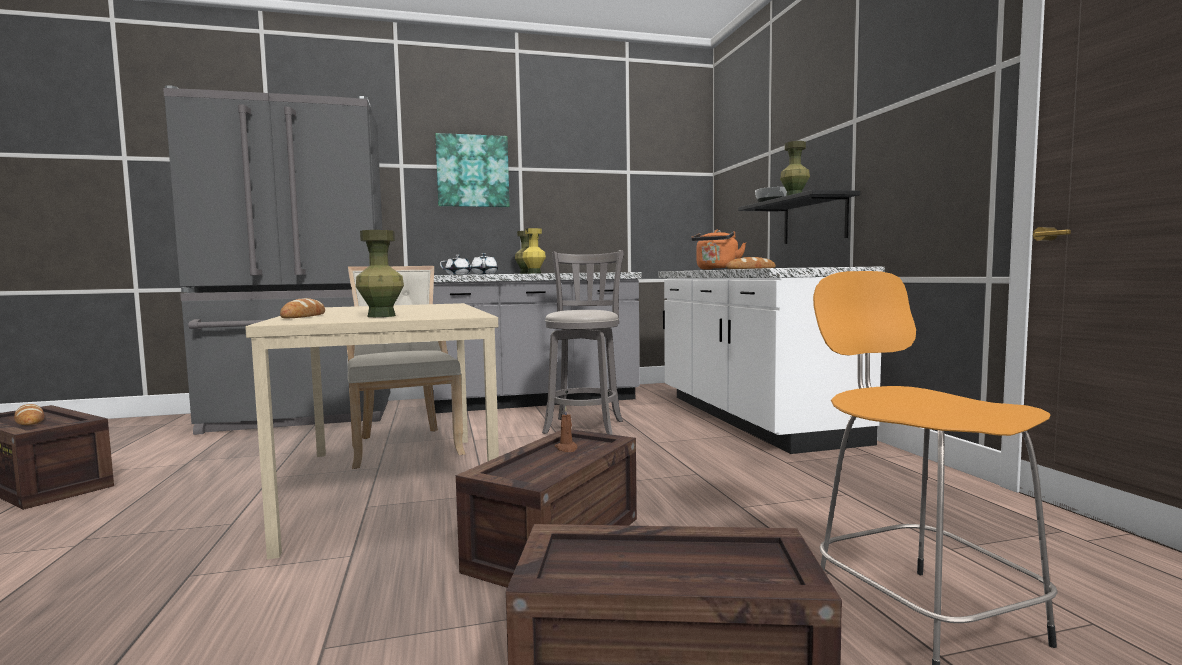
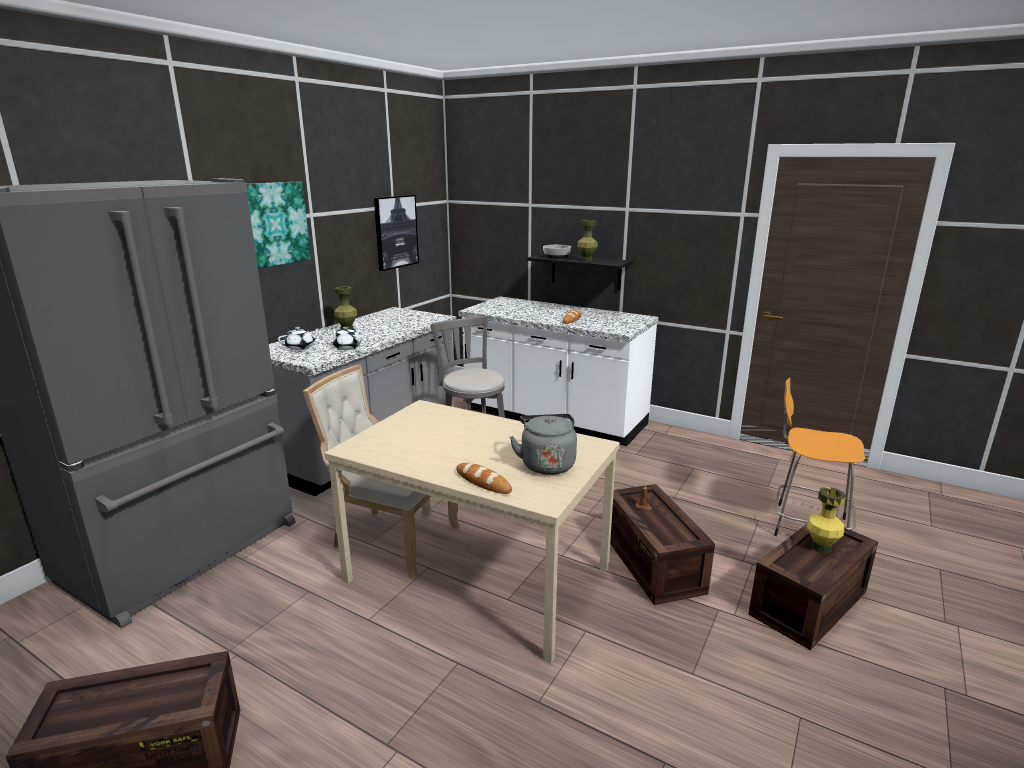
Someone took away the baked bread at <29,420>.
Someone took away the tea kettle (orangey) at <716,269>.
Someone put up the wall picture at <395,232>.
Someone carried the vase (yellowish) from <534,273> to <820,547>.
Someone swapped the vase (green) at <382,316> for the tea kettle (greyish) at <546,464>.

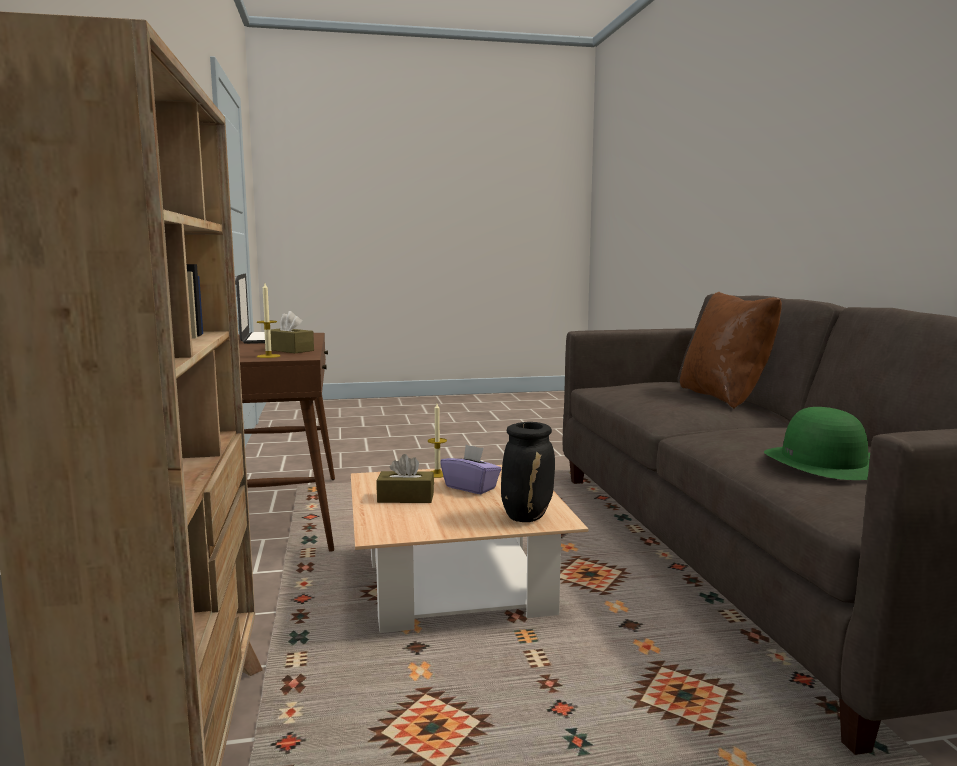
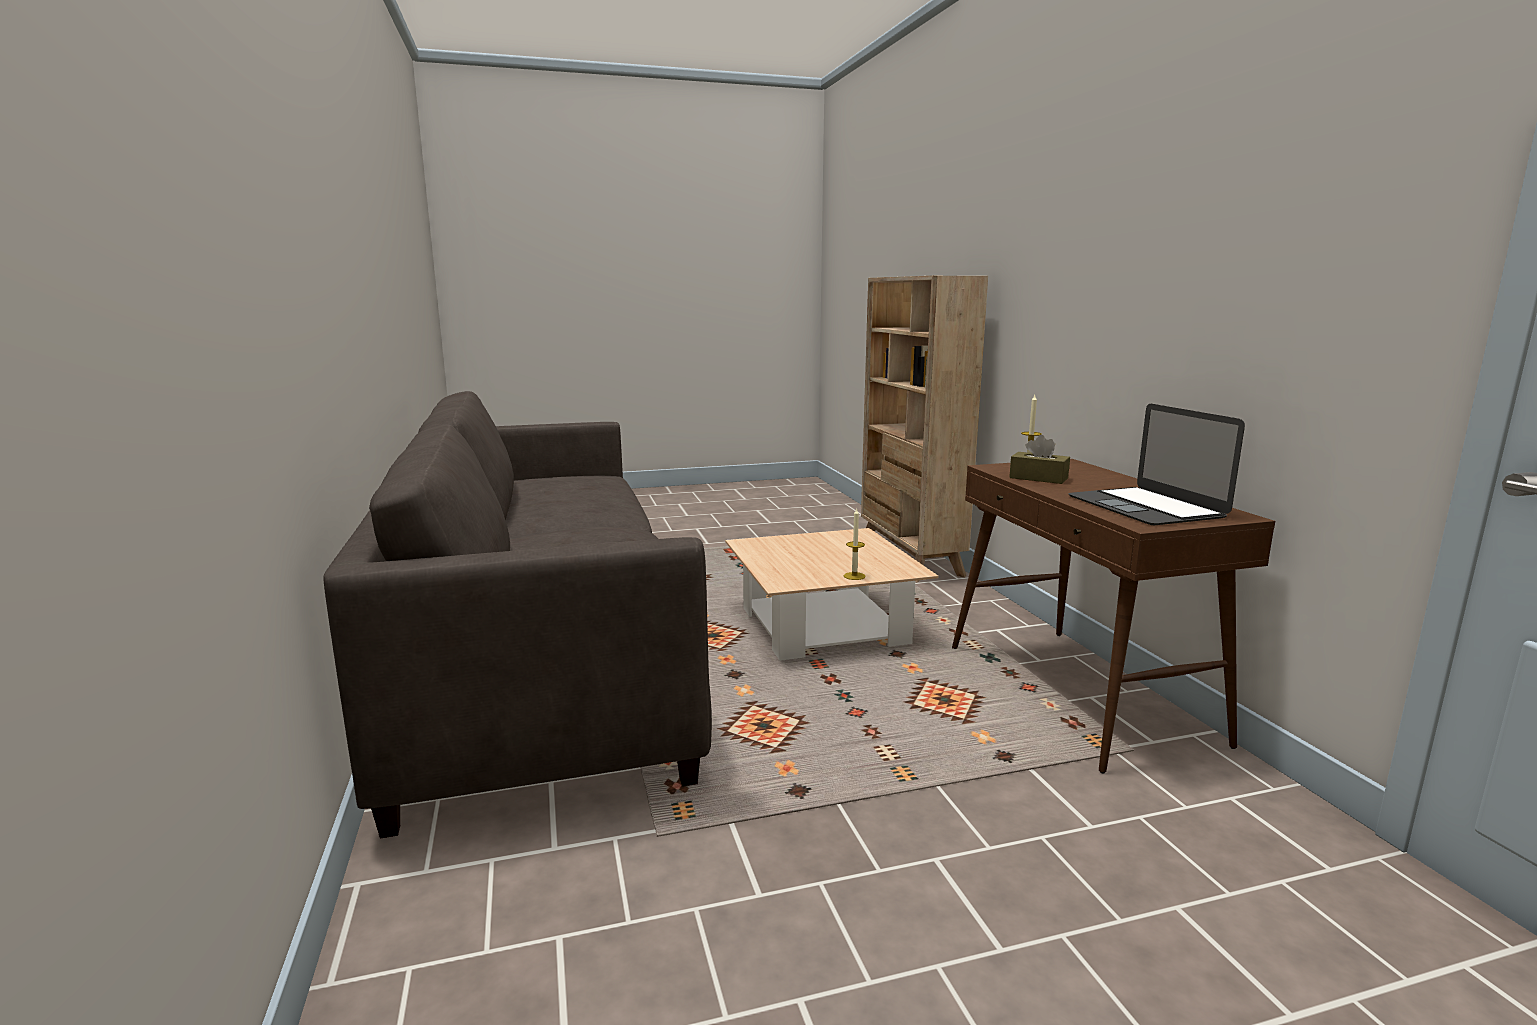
Someone took away the tissue box (brownish) at <405,498>.
Someone took away the tissue box (purple) at <471,487>.
Someone took away the vase (black-coloured) at <526,516>.
Someone took away the cushion (brownish) at <724,397>.
Someone took away the hat (green) at <823,462>.

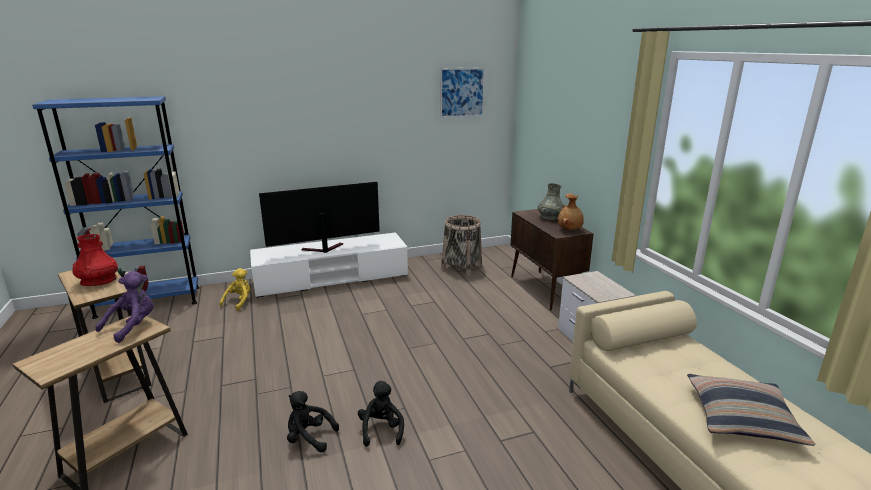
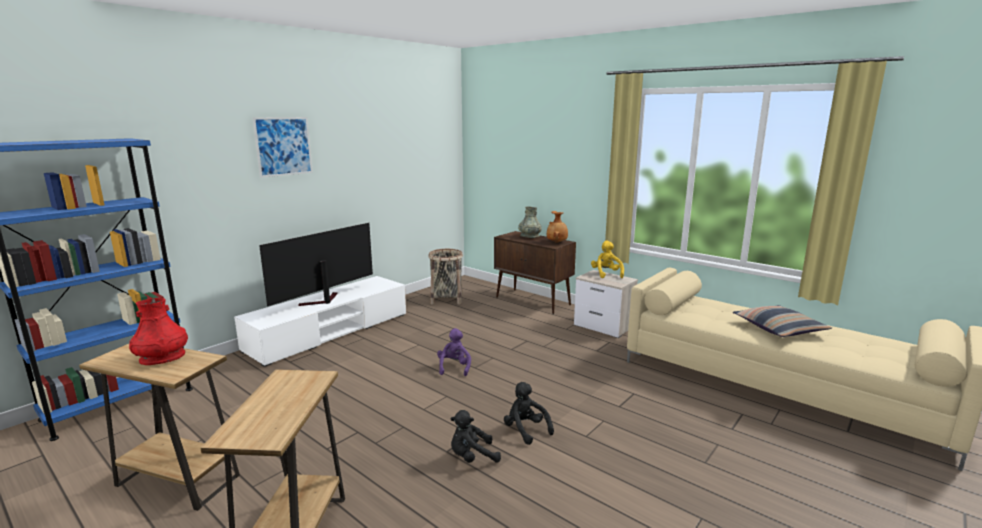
Someone carried the cuddly toy (purple) from <133,326> to <454,367>.
Someone carried the cuddly toy (yellowish) from <239,302> to <606,274>.
Someone carried the wall picture from <462,92> to <283,146>.

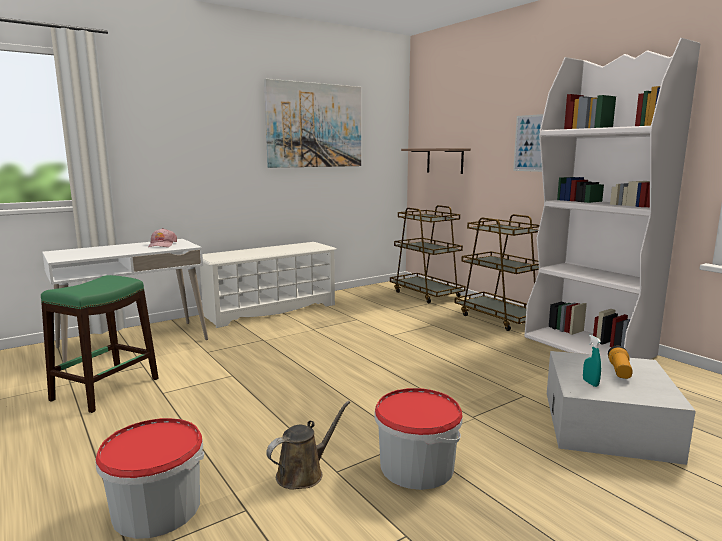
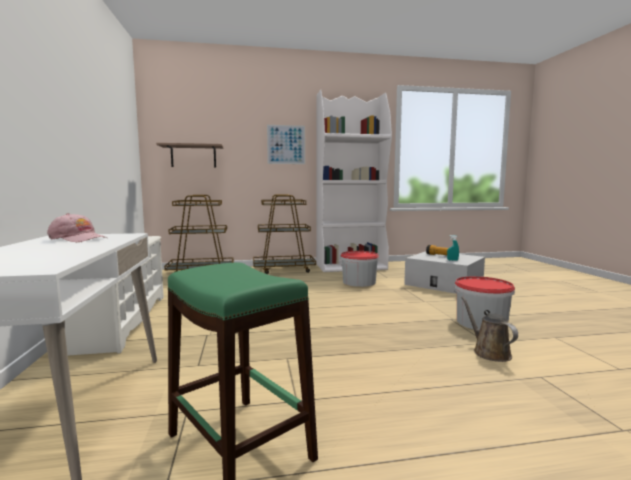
Someone took away the wall picture at <315,125>.
Someone carried the bucket from <157,508> to <359,282>.

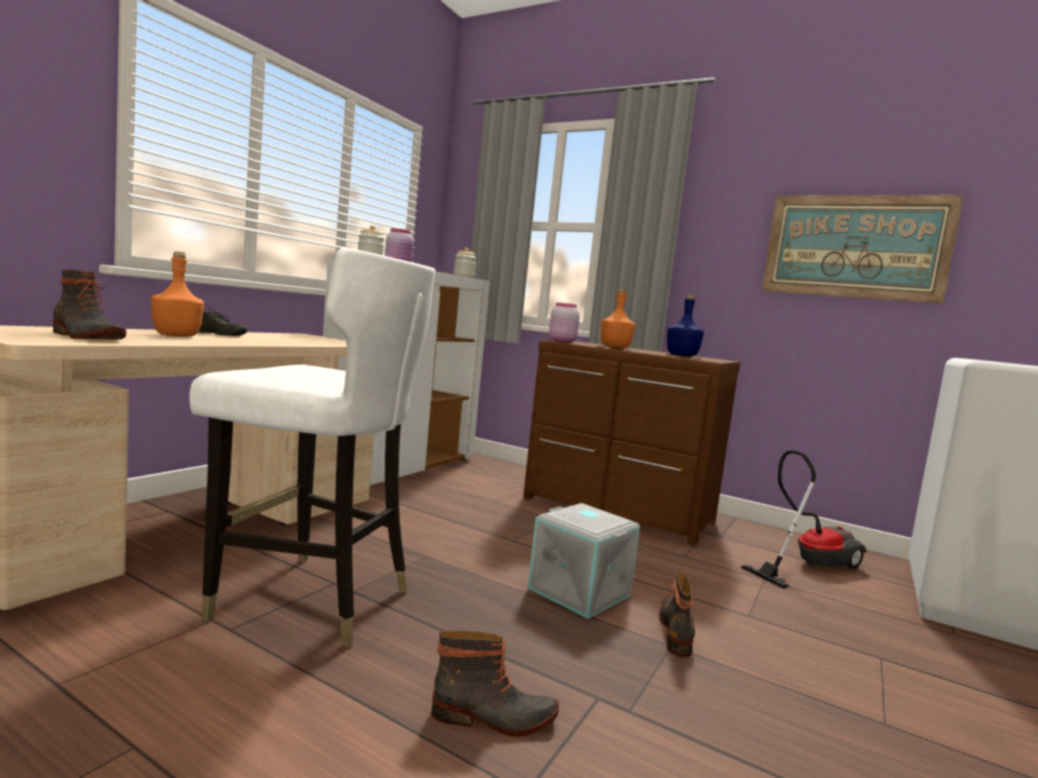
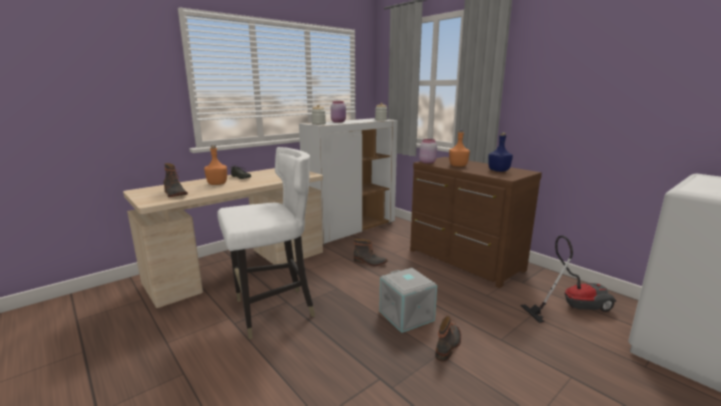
Someone took away the wall picture at <855,247>.
Someone carried the boot from <494,718> to <370,262>.
Someone rotated the chair (whitish) at <312,600> by 60 degrees counterclockwise.

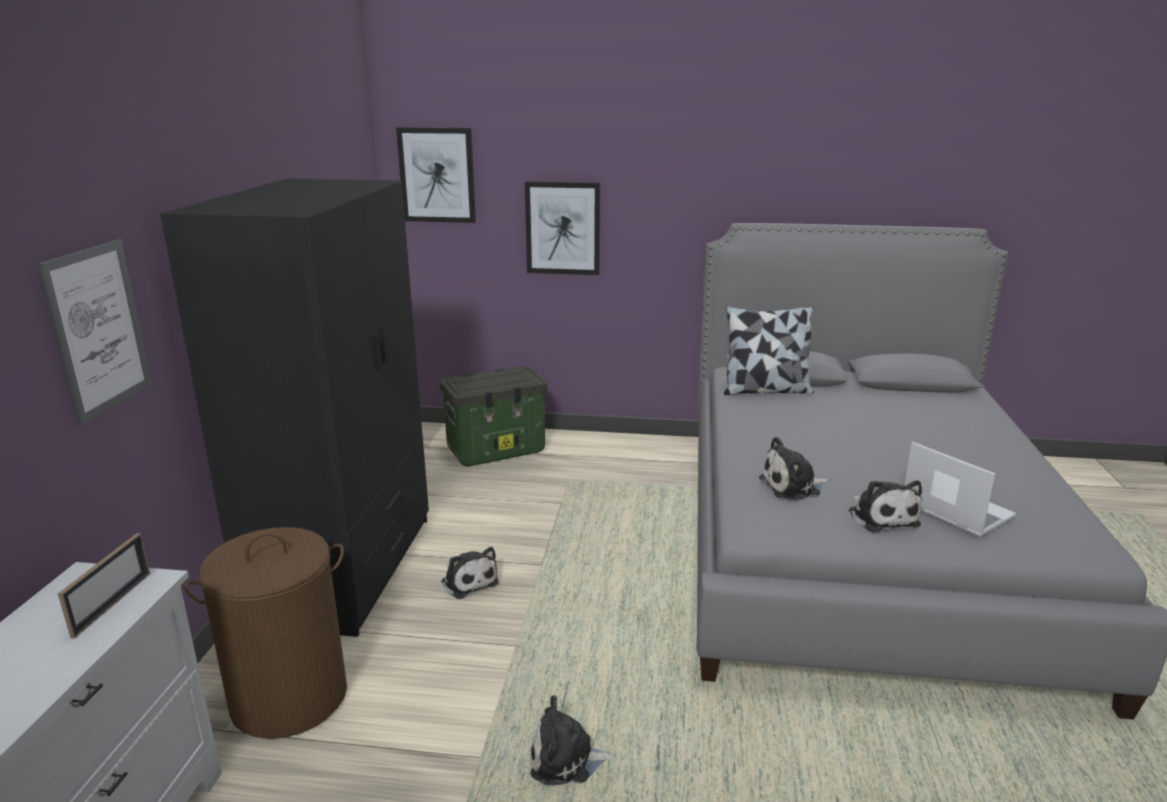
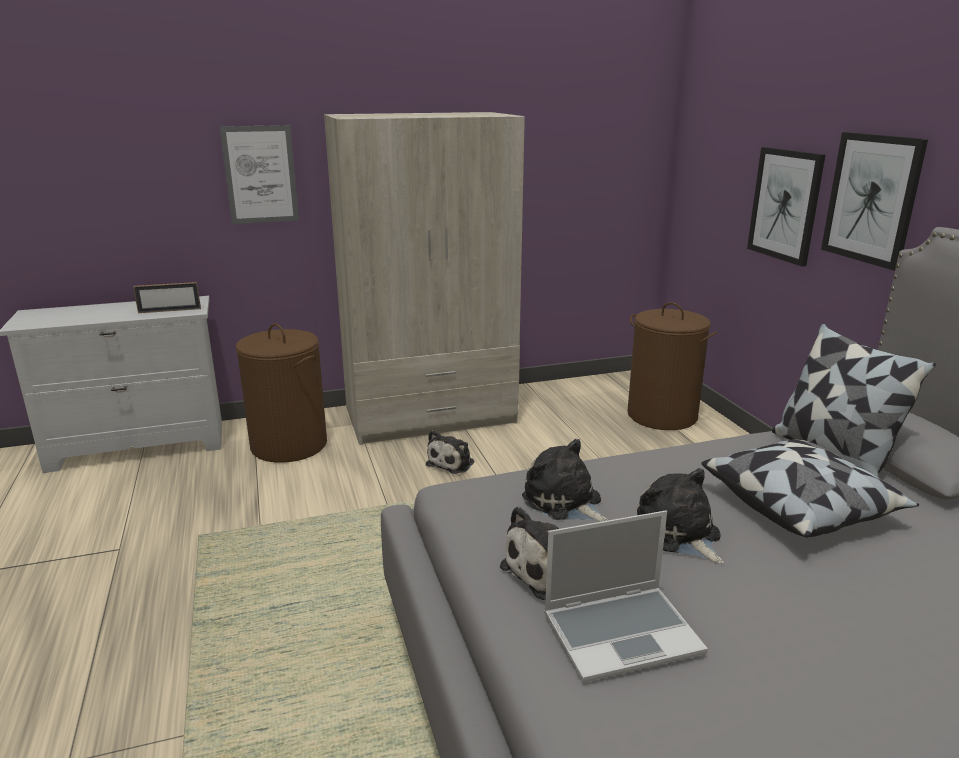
Someone put down the cushion at <800,507>.
Someone carried the wall picture from <437,175> to <872,199>.
Someone carried the cuddly toy from <567,759> to <679,534>.
Someone swapped the storage container at <497,450> for the hamper (brownish) at <662,415>.
Someone repainted the armoire (black-coloured) at <346,568>, which became the armoire (beige-coloured) at <431,416>.
Someone rotated the portable computer at <954,511> by 45 degrees clockwise.

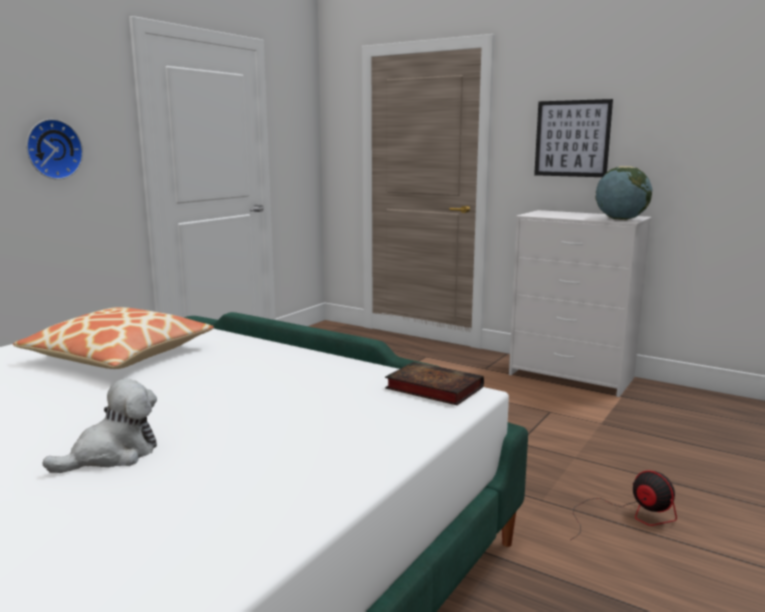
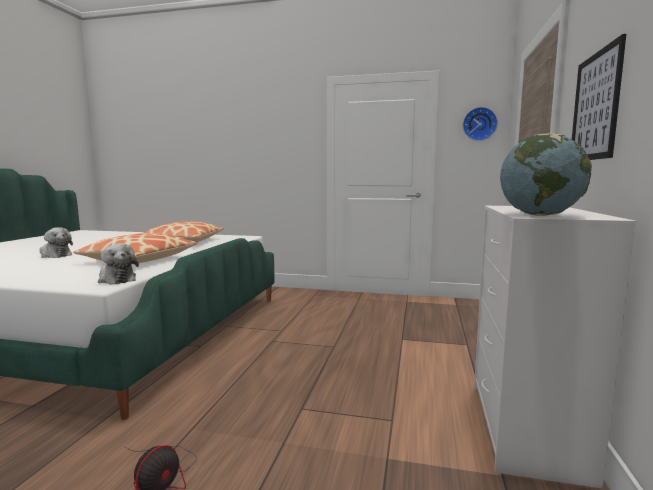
Someone put down the cushion at <139,259>.
Someone carried the wall clock from <52,149> to <479,124>.
Someone swapped the volume at <431,388> for the cuddly toy at <116,279>.

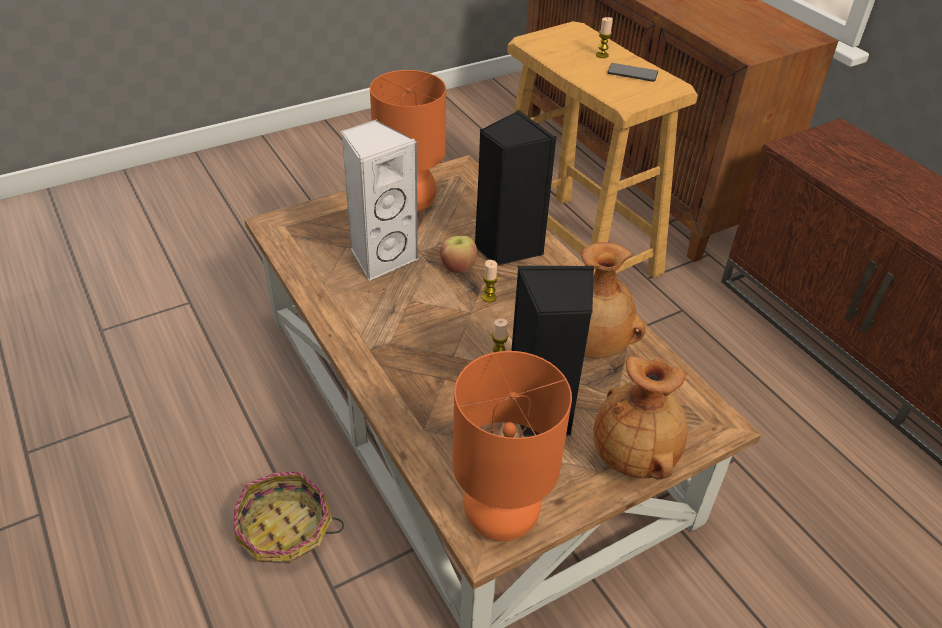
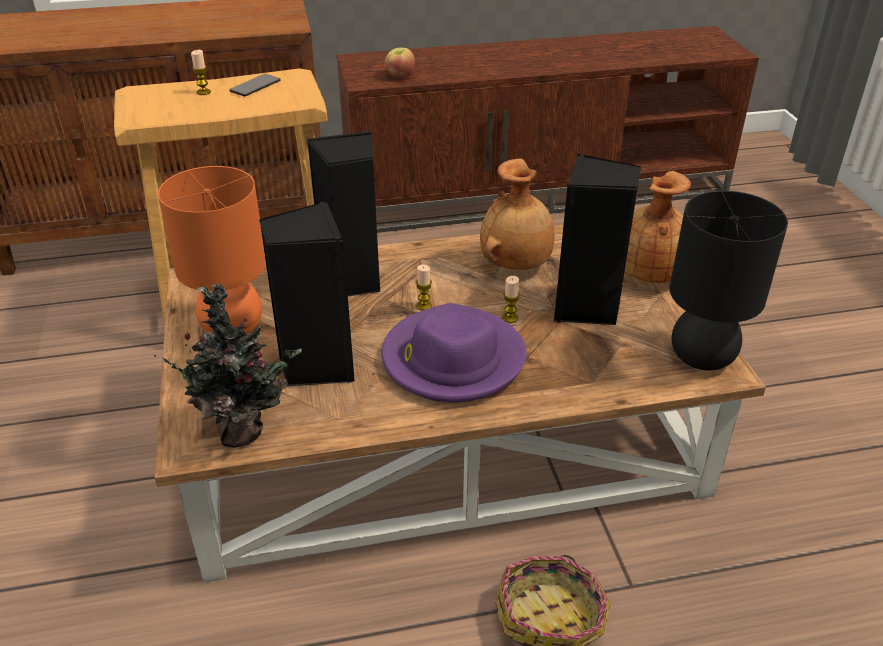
Someone put down the plant in a pot at <245,431>.
Someone put down the hat (purple) at <452,359>.
Someone carried the whole apple from <458,267> to <400,76>.
Someone repainted the speaker (whitish) at <381,257>, which became the speaker (black-coloured) at <316,366>.
Someone repainted the tabletop lamp (orangey) at <501,516>, which became the tabletop lamp (black-coloured) at <701,357>.

